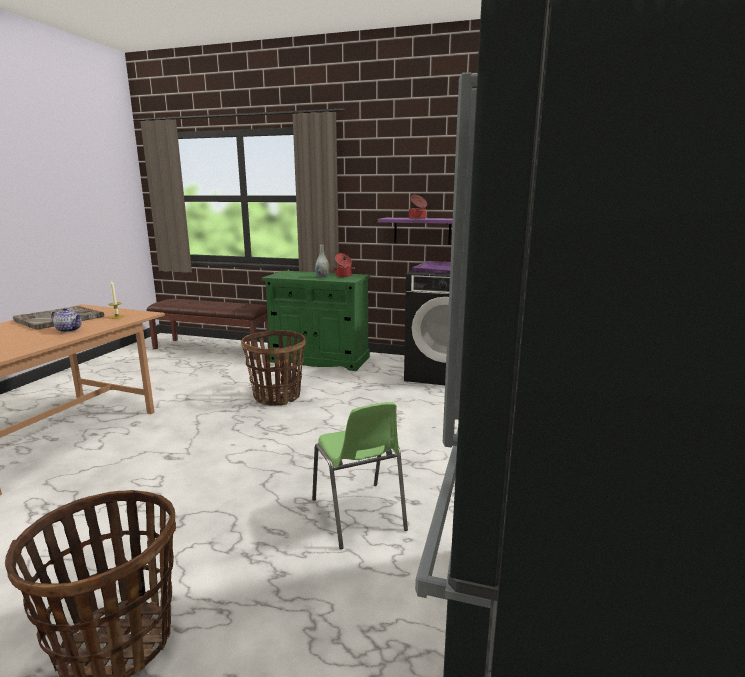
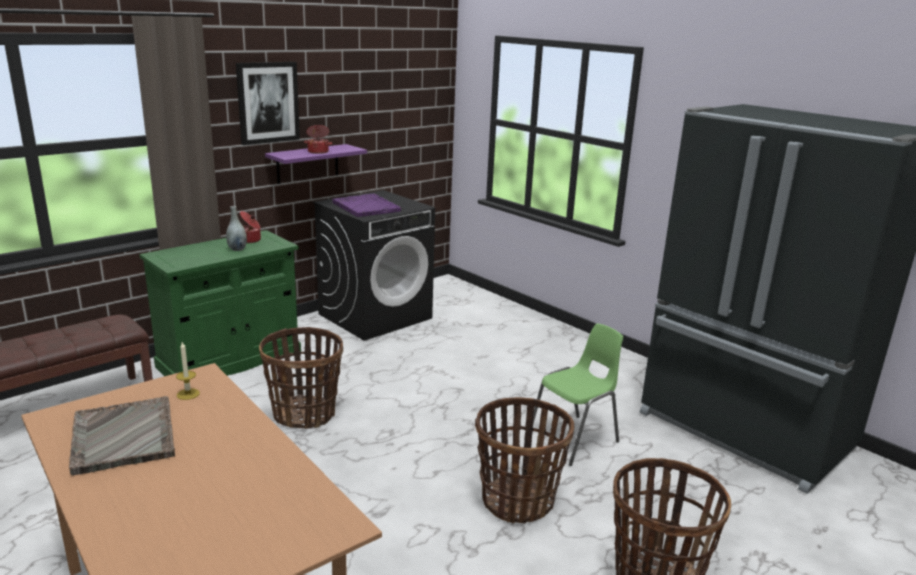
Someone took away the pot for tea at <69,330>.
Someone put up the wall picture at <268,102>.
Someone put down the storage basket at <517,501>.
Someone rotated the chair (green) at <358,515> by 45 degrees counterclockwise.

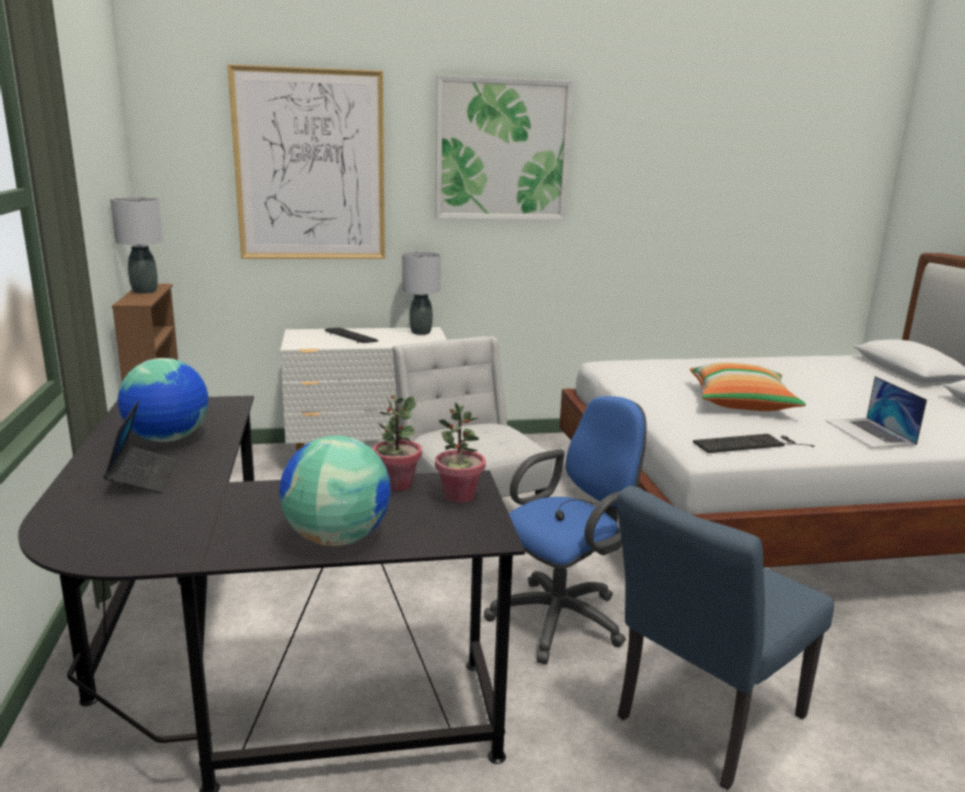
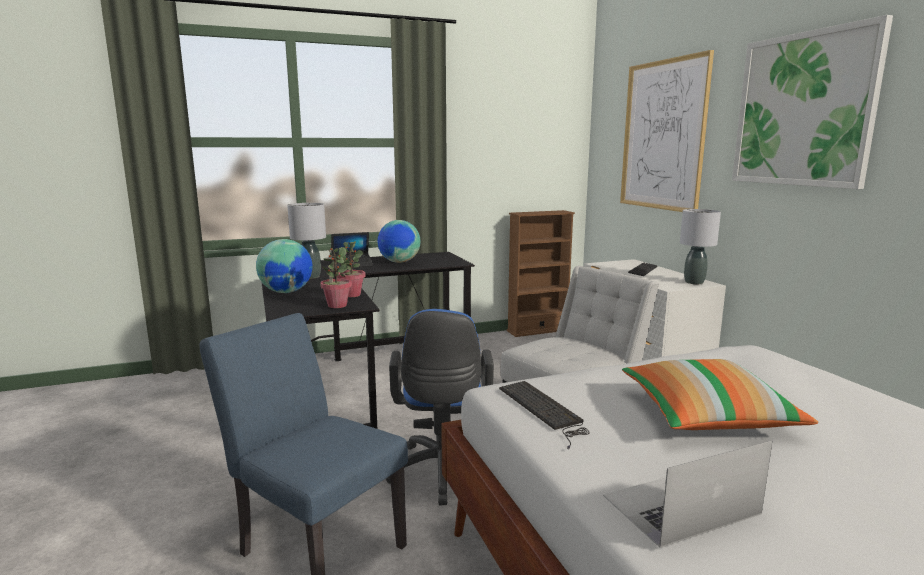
Someone carried the tabletop lamp (greyish) from <145,291> to <310,276>.
Someone rotated the desk chair (blue-coloured) at <564,618> by 45 degrees clockwise.

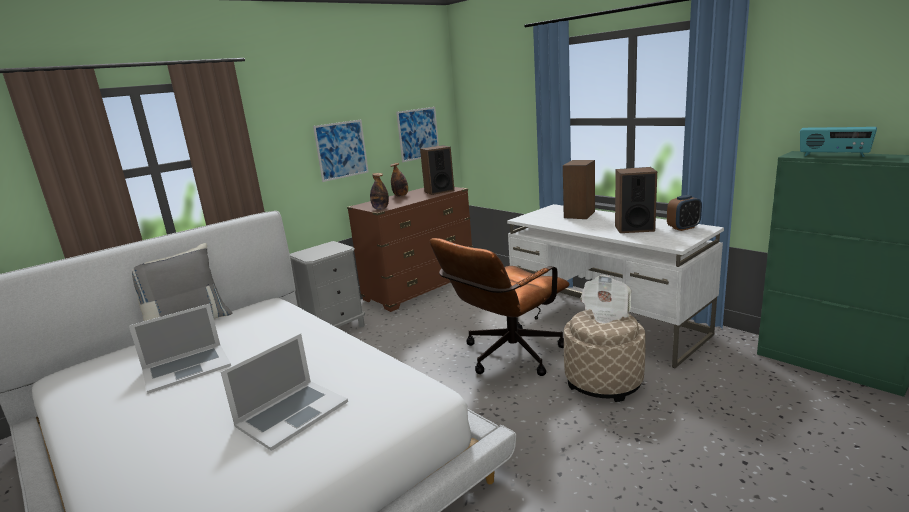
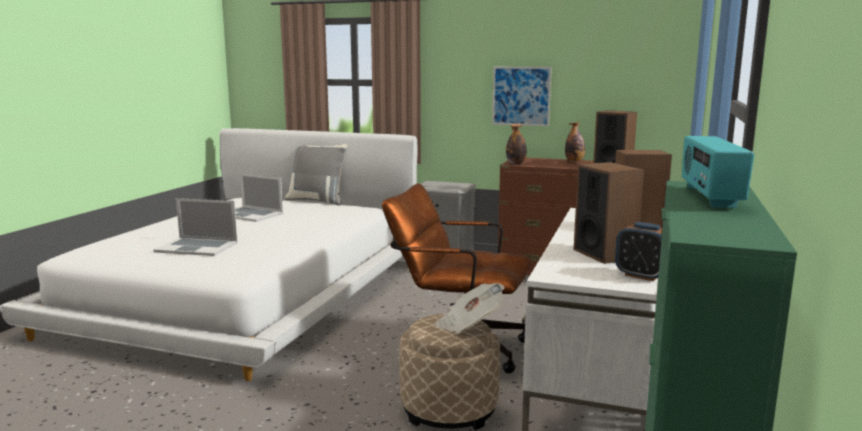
Someone took away the wall picture at <418,134>.

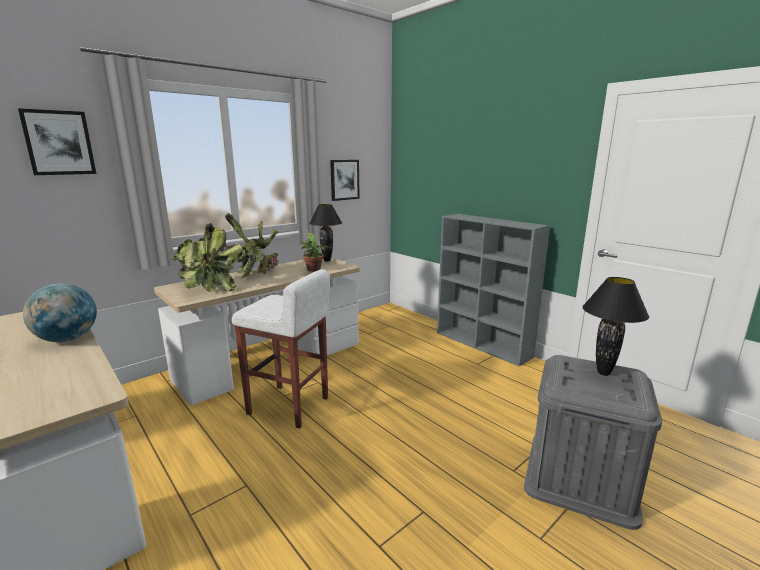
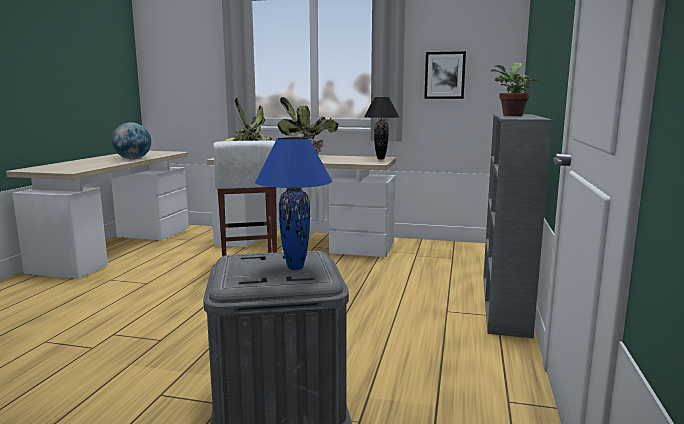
Someone took away the wall picture at <59,143>.
Someone carried the plant in a pot from <314,270> to <512,115>.
Someone repainted the tabletop lamp (black-coloured) at <604,373>, which became the tabletop lamp (blue-coloured) at <295,268>.

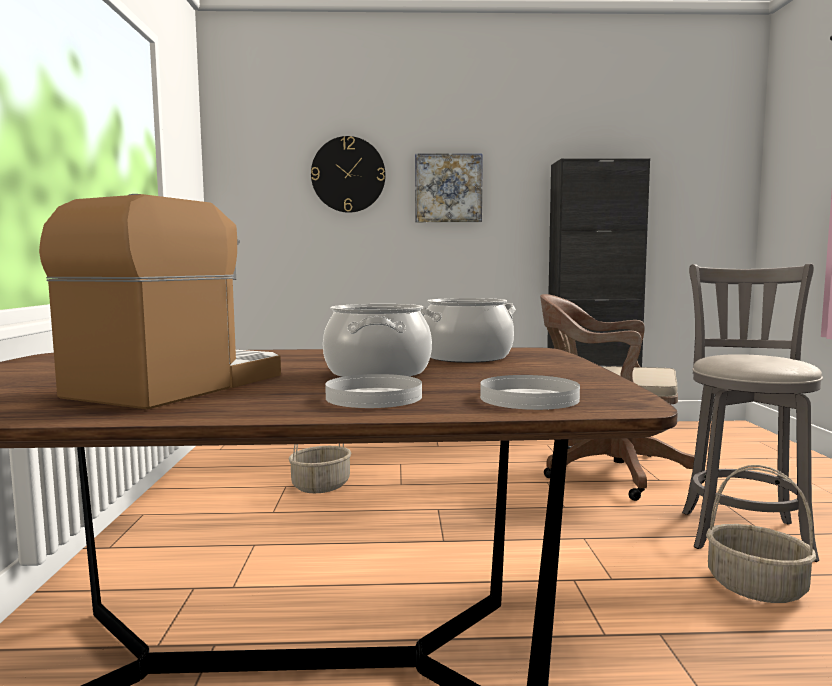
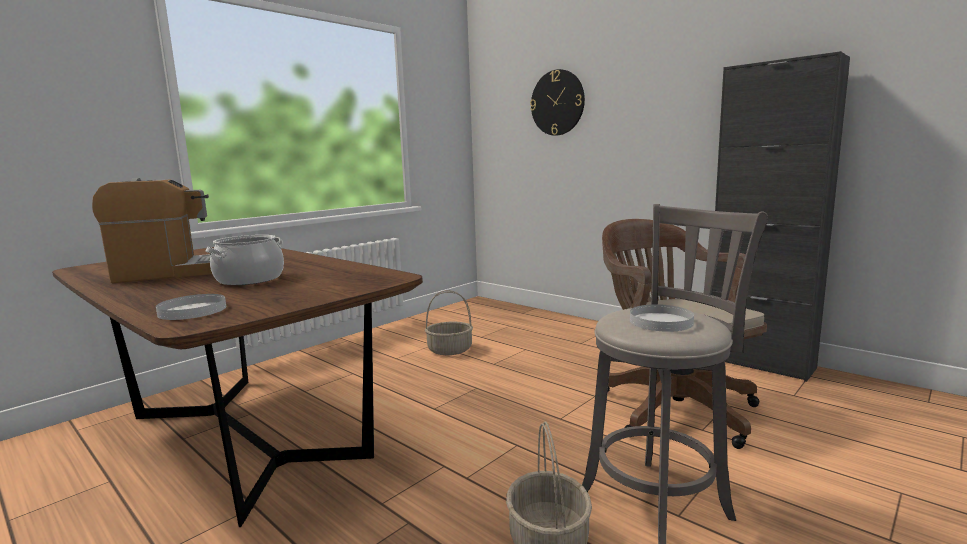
Someone took away the wall picture at <448,188>.
Someone took away the cooking pot at <466,357>.
Someone carried the dinner plate (whitish) from <373,397> to <660,321>.

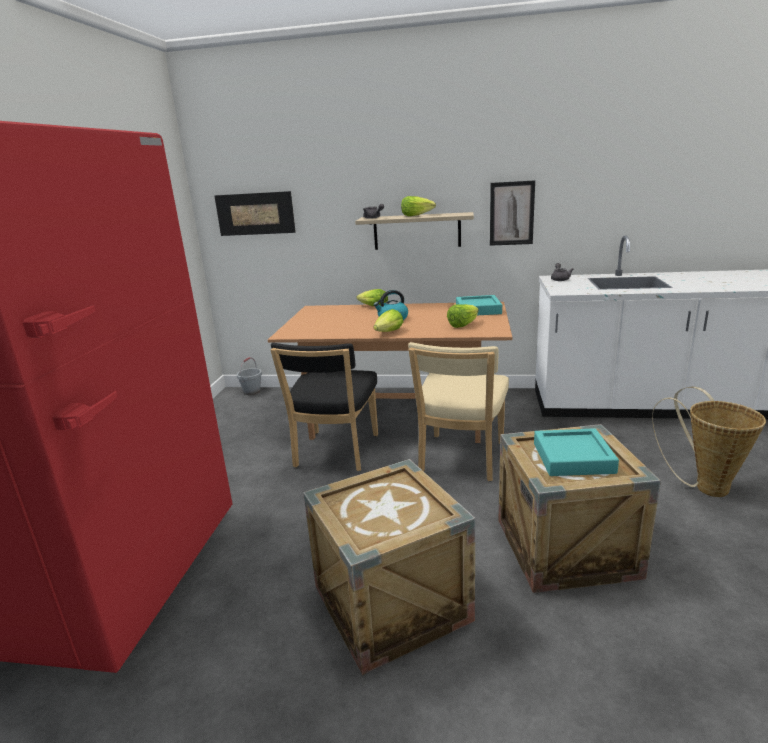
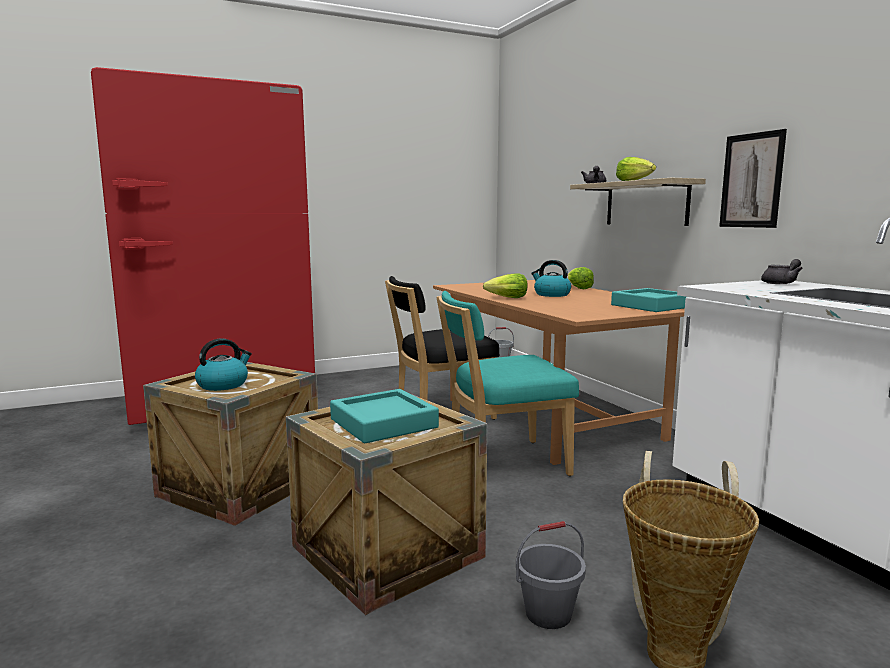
Someone took away the wall picture at <255,214>.
Someone took away the lettuce at <463,325>.
Someone put down the tea kettle at <223,385>.
Someone put down the bucket (greyish) at <548,614>.
Someone repainted the chair (beige-coloured) at <460,460>, which became the chair (blue-green) at <501,463>.

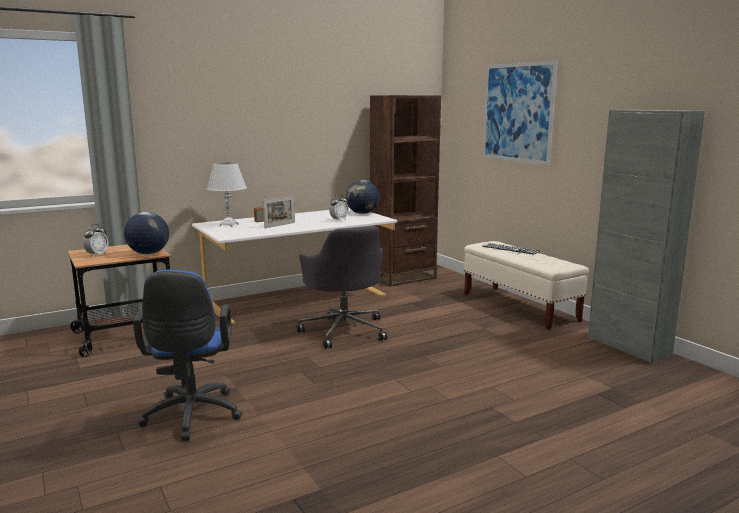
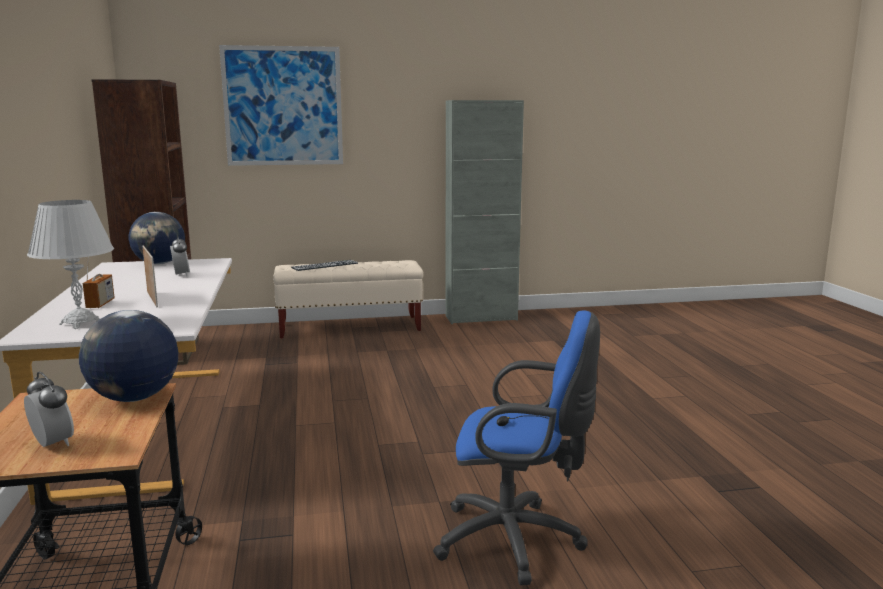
Someone took away the desk chair (greyish) at <344,330>.

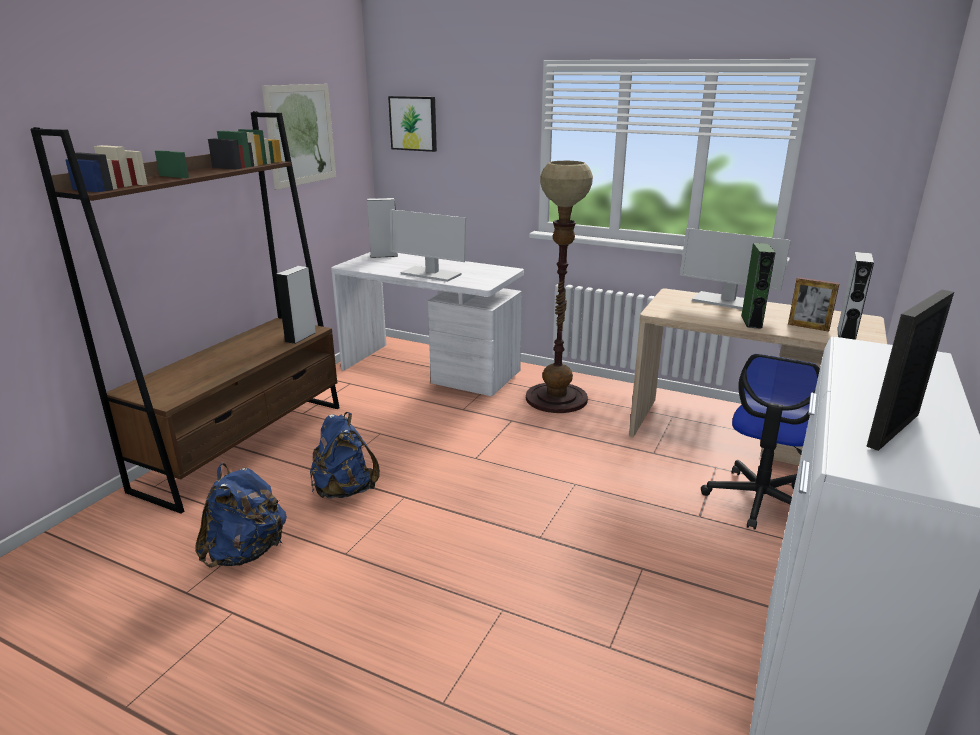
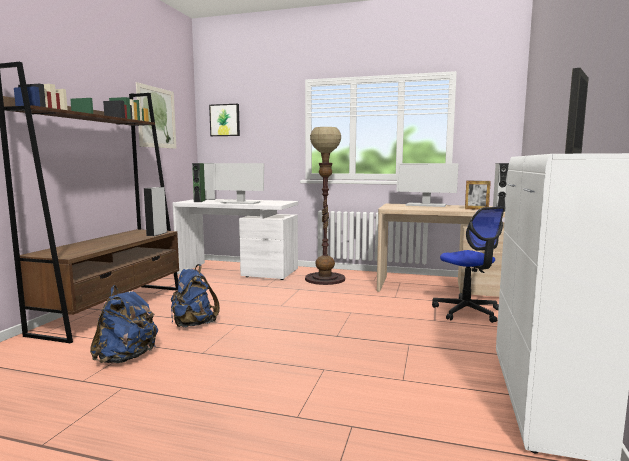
Someone carried the speaker (green) from <751,321> to <199,201>.
Someone rotated the desk chair at <759,500> by 45 degrees counterclockwise.

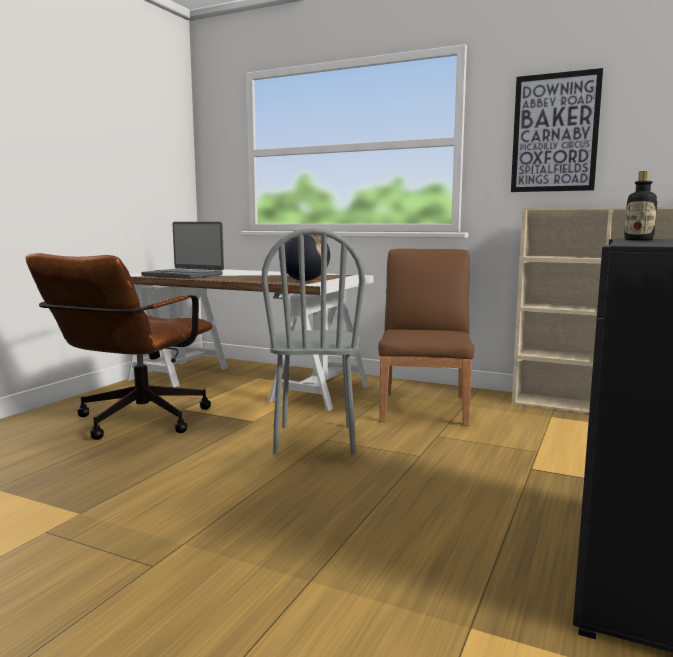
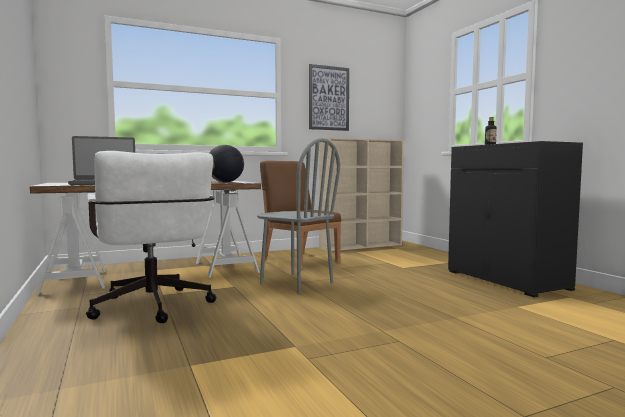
Someone repainted the desk chair (brownish) at <134,423>, which became the desk chair (whitish) at <153,309>.

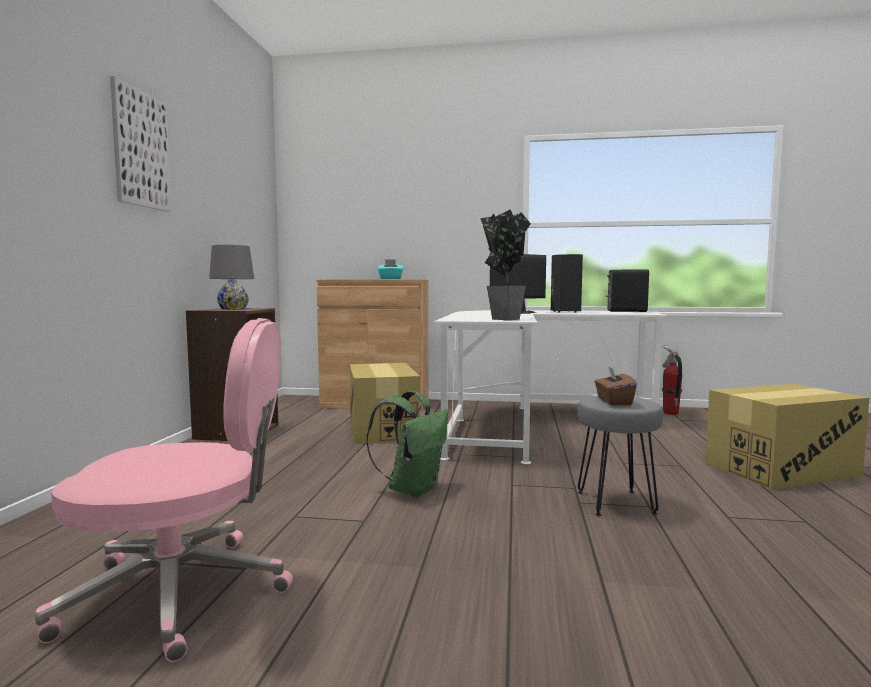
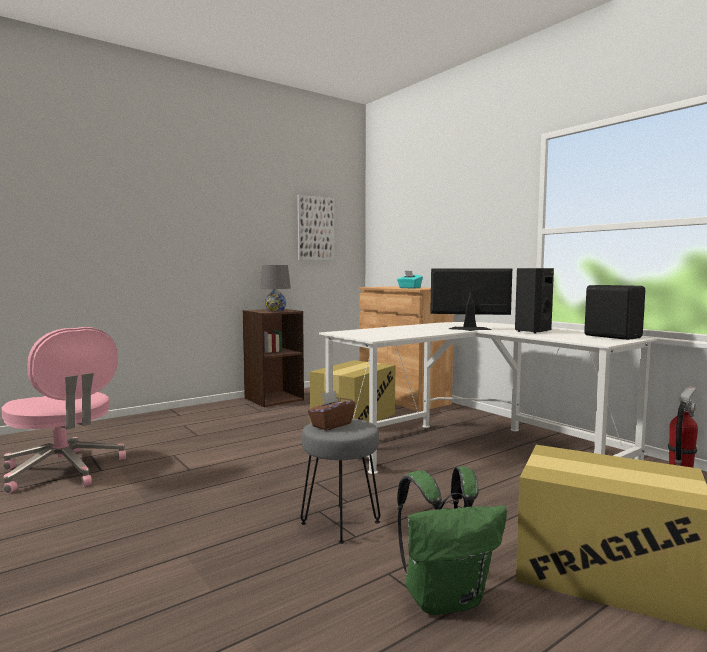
Someone took away the plant in a pot at <503,319>.
Someone carried the wall picture from <141,149> to <315,228>.
Someone carried the rucksack (green) from <412,489> to <445,598>.

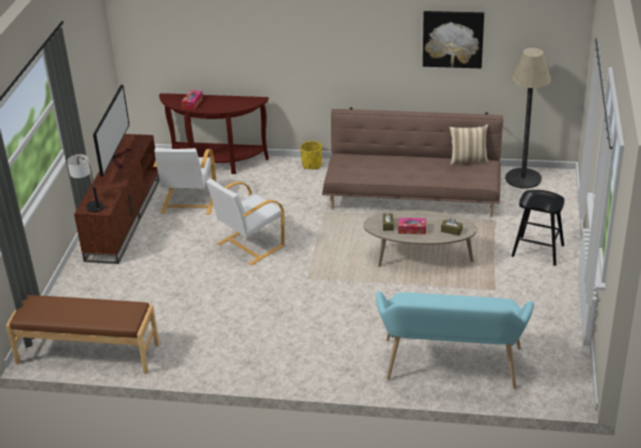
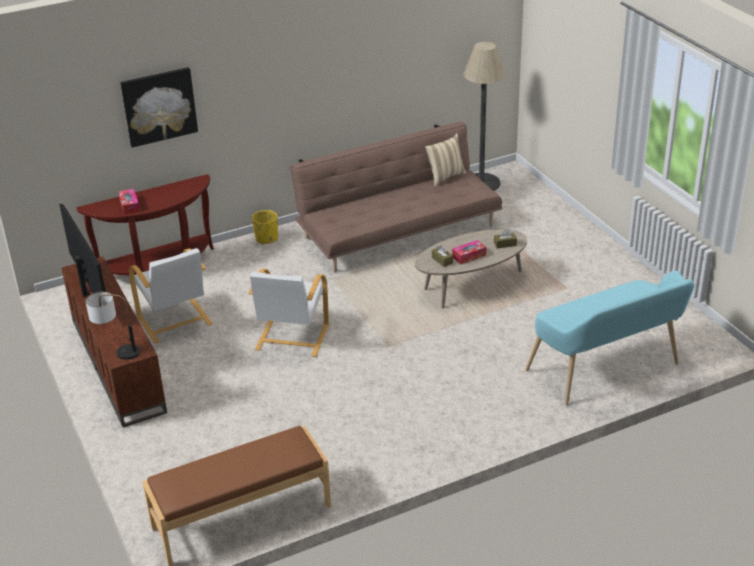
Someone took away the sitting stool (black-coloured) at <537,251>.
Someone carried the wall picture from <453,39> to <159,106>.

